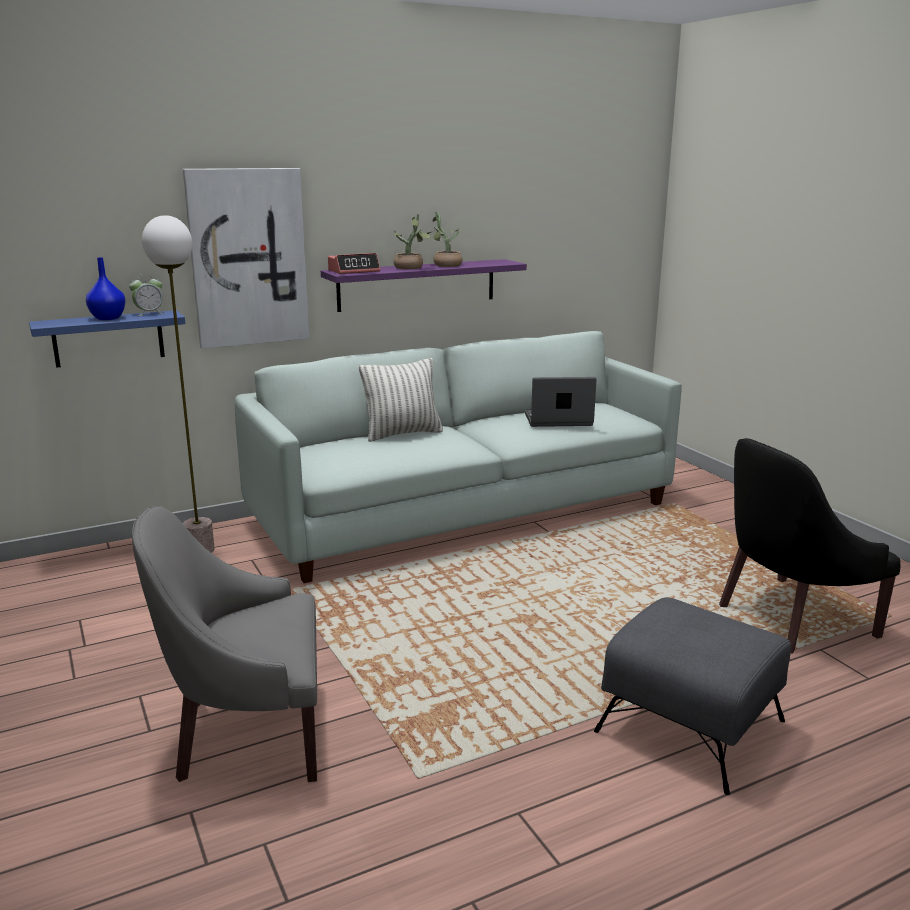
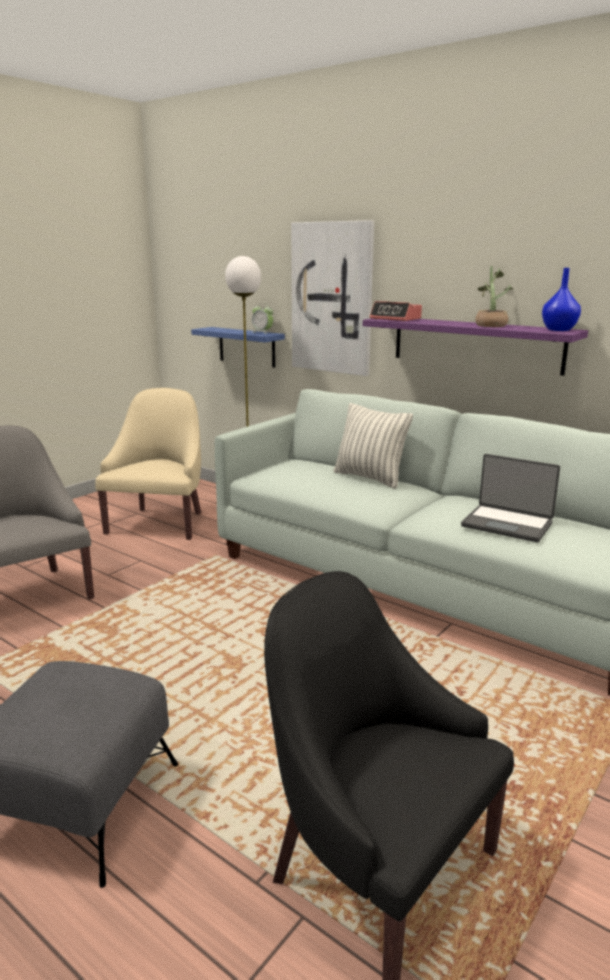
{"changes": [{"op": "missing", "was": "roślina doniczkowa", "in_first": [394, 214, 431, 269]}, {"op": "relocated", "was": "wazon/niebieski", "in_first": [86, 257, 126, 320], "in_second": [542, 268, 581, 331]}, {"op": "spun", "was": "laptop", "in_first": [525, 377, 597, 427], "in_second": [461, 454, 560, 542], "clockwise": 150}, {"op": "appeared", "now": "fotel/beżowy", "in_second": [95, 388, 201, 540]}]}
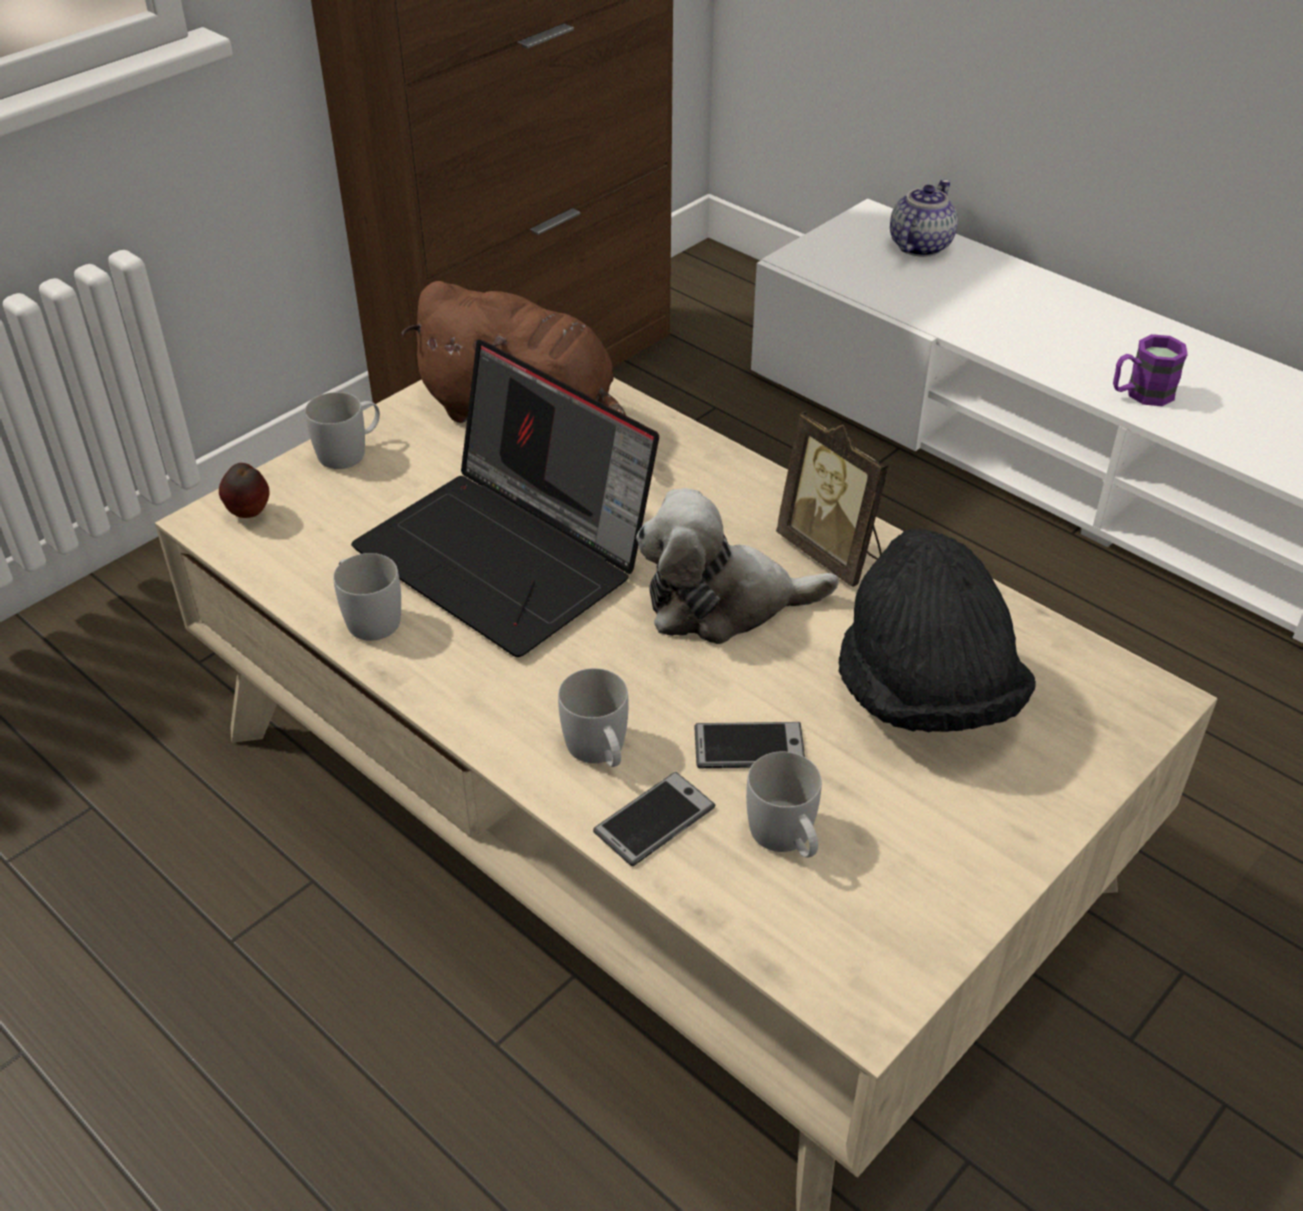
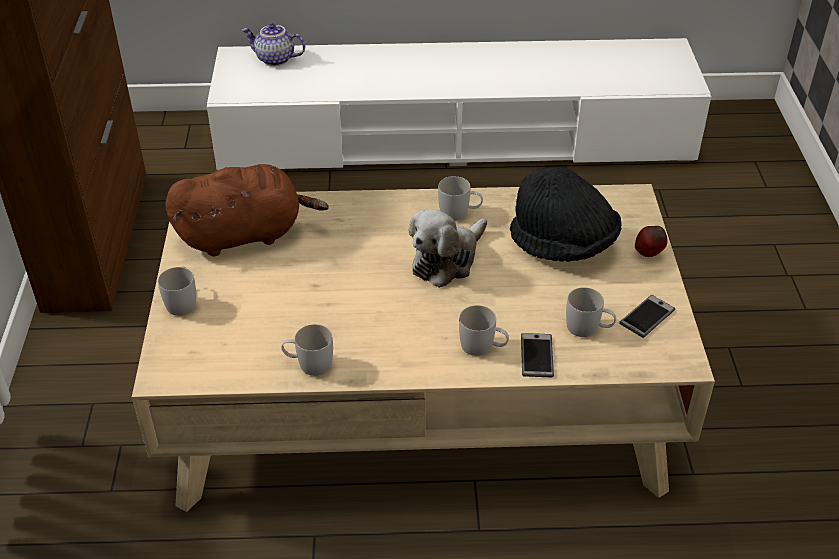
{"changes": [{"op": "spun", "was": "imbryk", "in_first": [890, 179, 958, 257], "in_second": [242, 23, 305, 66], "clockwise": -60}, {"op": "missing", "was": "kubek/fioletowy", "in_first": [1113, 334, 1188, 406]}, {"op": "missing", "was": "laptop", "in_first": [351, 340, 659, 657]}, {"op": "exchanged", "was": "ramka na zdjęcie", "now": "kubek/biały", "in_first": [776, 411, 889, 587], "in_second": [438, 176, 483, 221]}, {"op": "relocated", "was": "jabłko", "in_first": [219, 463, 269, 518], "in_second": [635, 226, 668, 257]}, {"op": "relocated", "was": "telefon", "in_first": [694, 722, 805, 768], "in_second": [619, 295, 675, 338]}]}
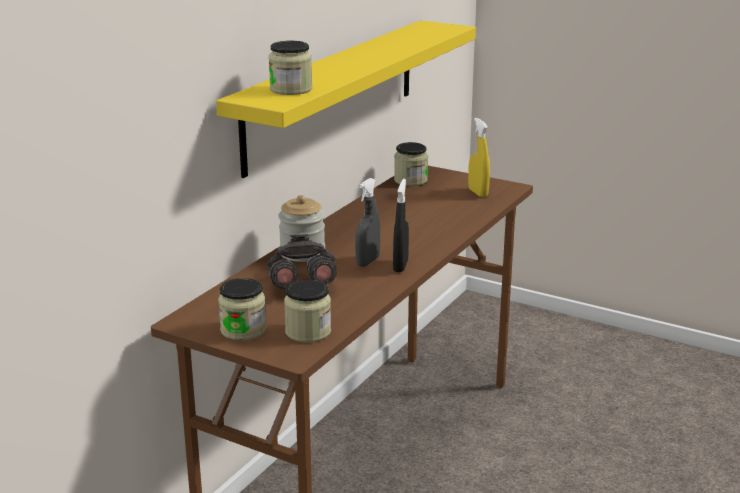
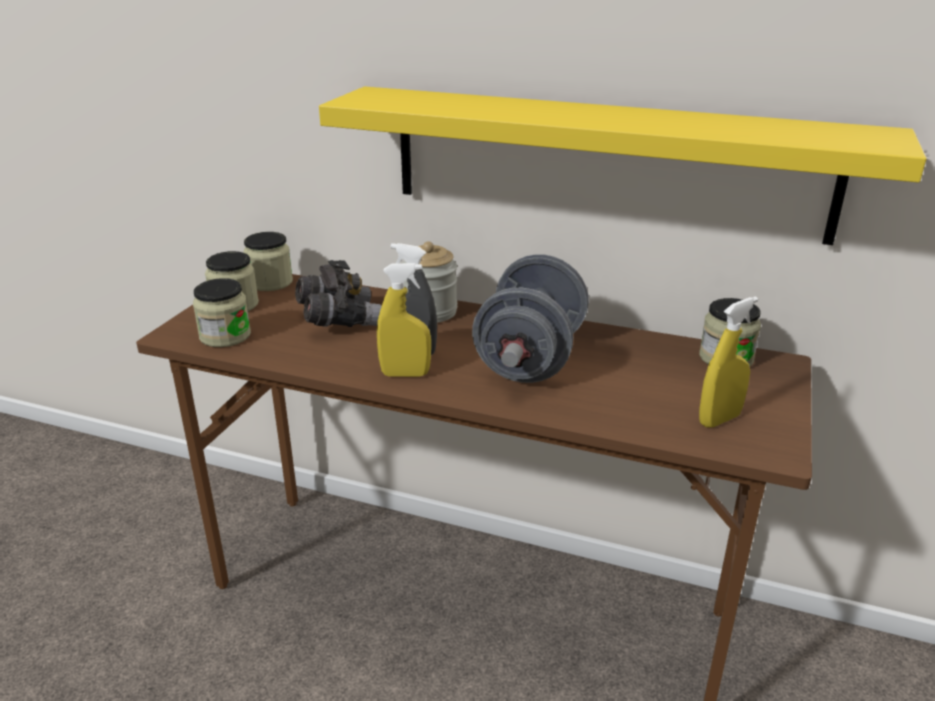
{"changes": [{"op": "relocated", "was": "słoik", "in_first": [269, 41, 312, 95], "in_second": [243, 232, 293, 291]}, {"op": "colour", "was": "spryskiwacz/czarny", "now": "spryskiwacz/żółty", "in_first": [393, 179, 409, 272], "in_second": [377, 263, 431, 377]}, {"op": "appeared", "now": "hantel/szary", "in_second": [472, 254, 589, 383]}]}
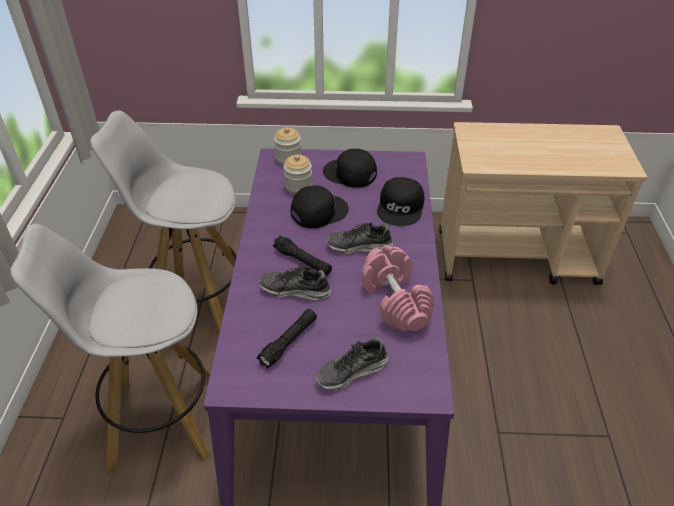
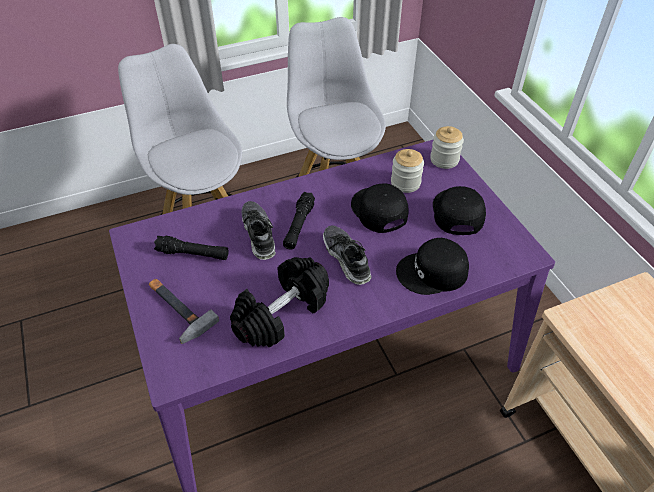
{"changes": [{"op": "spun", "was": "czapka z daszkiem/czarny", "in_first": [291, 185, 349, 228], "in_second": [351, 184, 408, 233], "clockwise": -150}, {"op": "colour", "was": "hantel/różowy", "now": "hantel/czarny", "in_first": [362, 246, 434, 332], "in_second": [230, 257, 329, 347]}, {"op": "exchanged", "was": "but", "now": "młotek", "in_first": [315, 337, 388, 390], "in_second": [149, 279, 219, 344]}]}
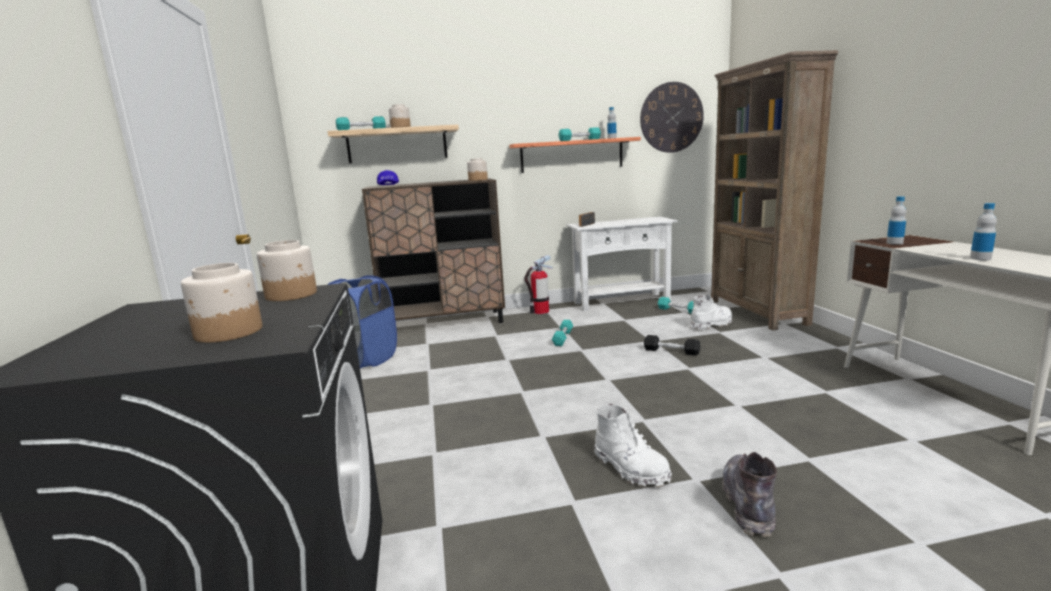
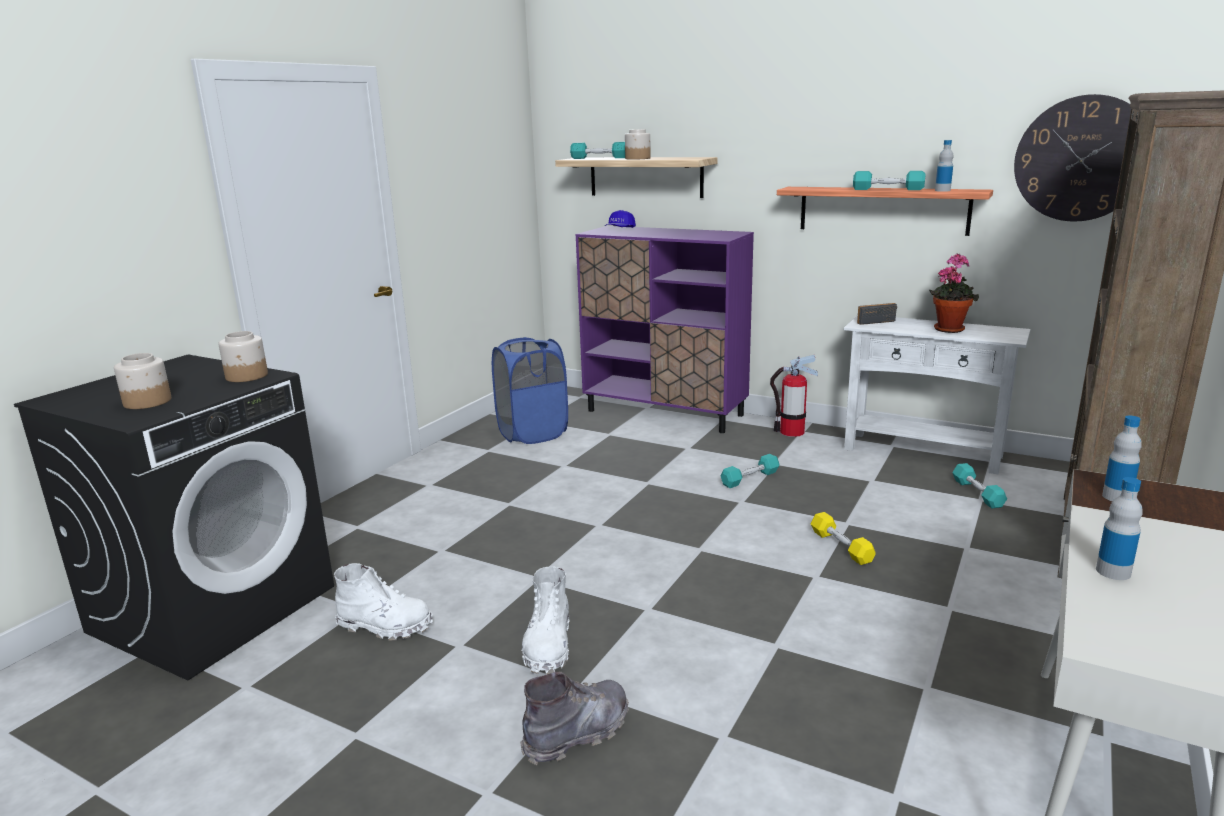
{"changes": [{"op": "missing", "was": "słoik", "in_first": [467, 158, 488, 181]}, {"op": "colour", "was": "szafka/brązowy", "now": "szafka/fioletowy", "in_first": [362, 178, 505, 323], "in_second": [576, 226, 754, 433]}, {"op": "relocated", "was": "but z cholewką/biały", "in_first": [690, 295, 732, 330], "in_second": [334, 563, 433, 641]}, {"op": "colour", "was": "hantel/czarny", "now": "hantel/żółty", "in_first": [644, 335, 700, 356], "in_second": [811, 512, 876, 565]}, {"op": "appeared", "now": "roślina doniczkowa", "in_second": [929, 254, 979, 333]}]}
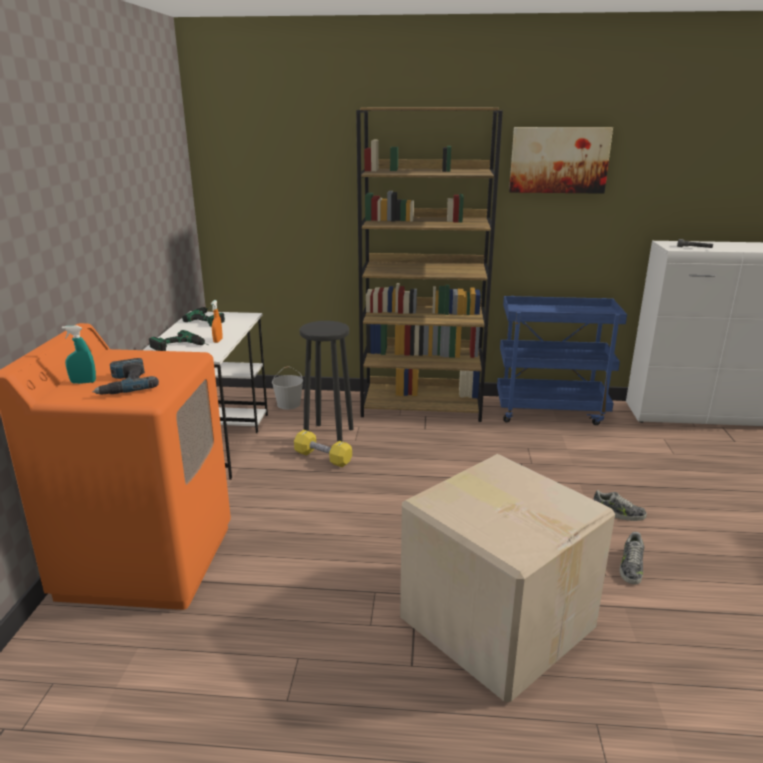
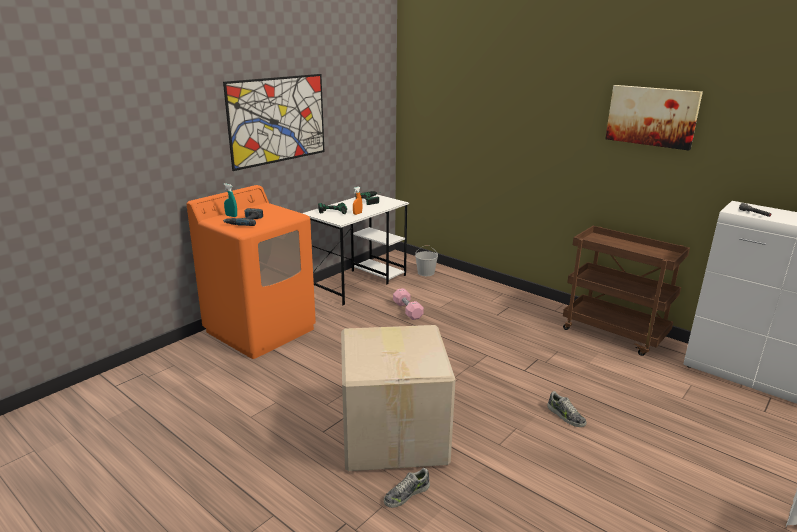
{"changes": [{"op": "missing", "was": "regał/brązowy", "in_first": [356, 107, 503, 422]}, {"op": "colour", "was": "wózek/niebieski", "now": "wózek/brązowy", "in_first": [497, 296, 627, 425], "in_second": [563, 226, 690, 356]}, {"op": "missing", "was": "stołek/czarny", "in_first": [300, 321, 354, 442]}, {"op": "colour", "was": "hantel/żółty", "now": "hantel/różowy", "in_first": [294, 430, 352, 467], "in_second": [393, 288, 424, 320]}, {"op": "relocated", "was": "but", "in_first": [620, 532, 644, 585], "in_second": [384, 468, 430, 508]}, {"op": "appeared", "now": "obraz", "in_second": [223, 74, 324, 171]}]}
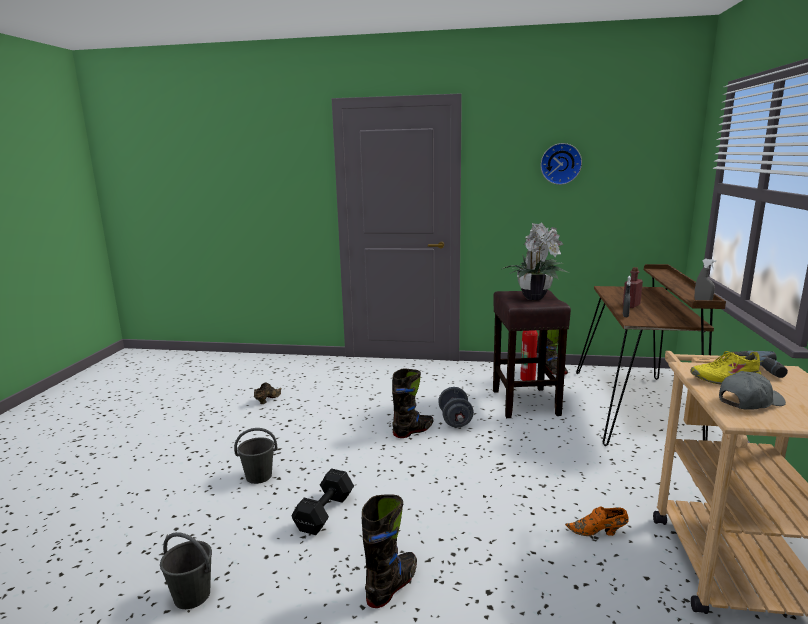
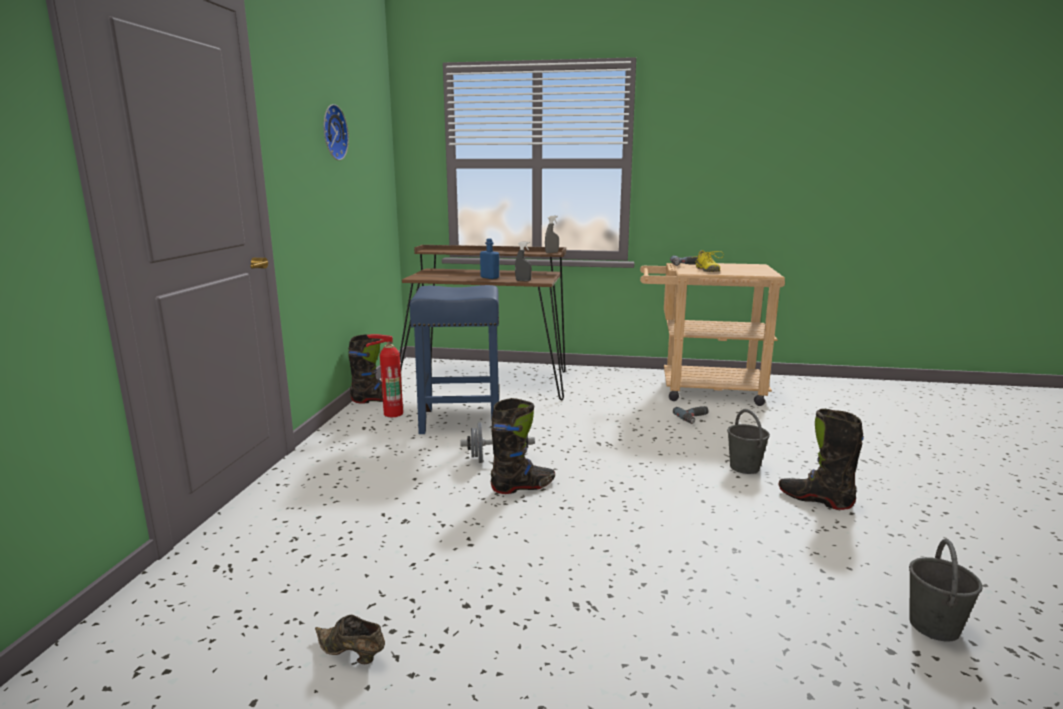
{"changes": [{"op": "missing", "was": "roślina doniczkowa", "in_first": [502, 222, 570, 300]}, {"op": "colour", "was": "butelka/czerwony", "now": "butelka/niebieski", "in_first": [623, 267, 643, 308], "in_second": [480, 238, 499, 279]}, {"op": "colour", "was": "stołek/brązowy", "now": "stołek/niebieski", "in_first": [493, 290, 571, 418], "in_second": [409, 285, 499, 434]}, {"op": "spun", "was": "but z cholewką/czarny", "in_first": [392, 369, 434, 438], "in_second": [491, 398, 555, 494], "clockwise": 105}, {"op": "missing", "was": "czapka z daszkiem/szary", "in_first": [719, 371, 786, 410]}, {"op": "relocated", "was": "wiadro/szary", "in_first": [234, 428, 277, 484], "in_second": [727, 409, 770, 474]}, {"op": "missing", "was": "hantel/czarny", "in_first": [291, 468, 354, 535]}, {"op": "exchanged", "was": "but/pomarańczowy", "now": "wiertarka", "in_first": [565, 506, 629, 536], "in_second": [673, 406, 709, 424]}]}
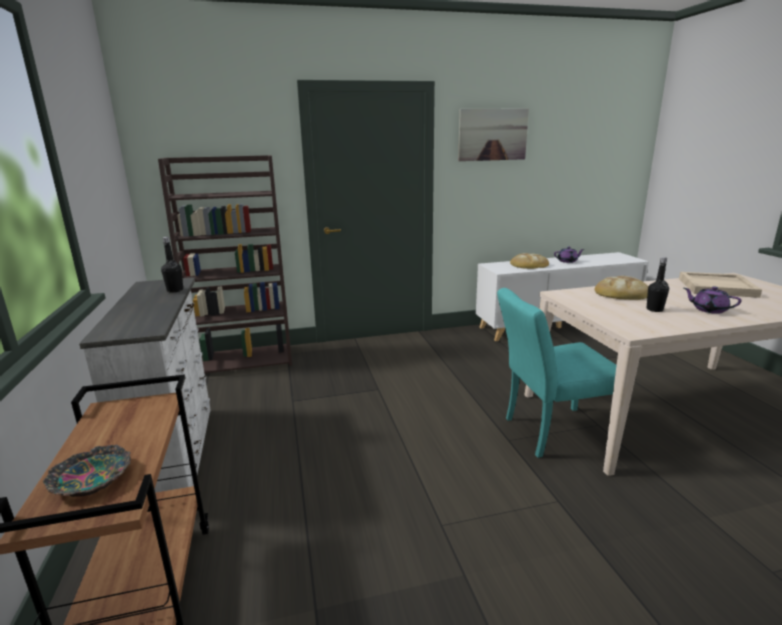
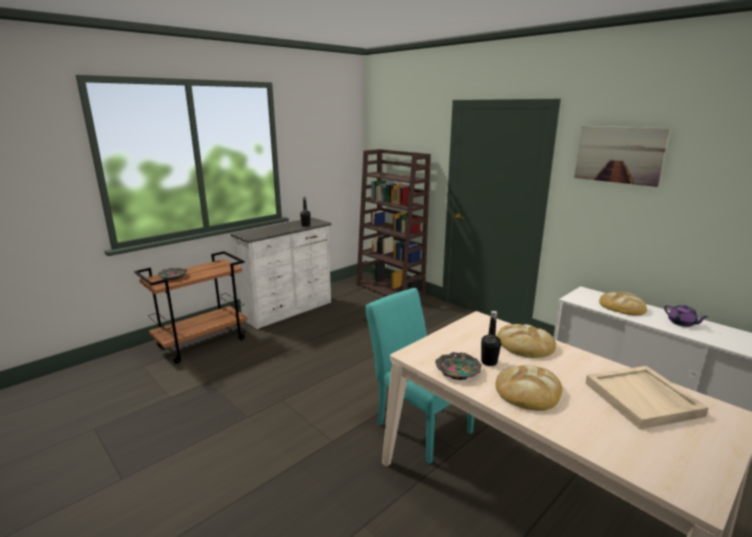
{"changes": [{"op": "exchanged", "was": "imbryk/fioletowy", "now": "chleb", "in_first": [684, 286, 742, 314], "in_second": [495, 365, 562, 411]}, {"op": "appeared", "now": "miska", "in_second": [435, 352, 482, 380]}]}
